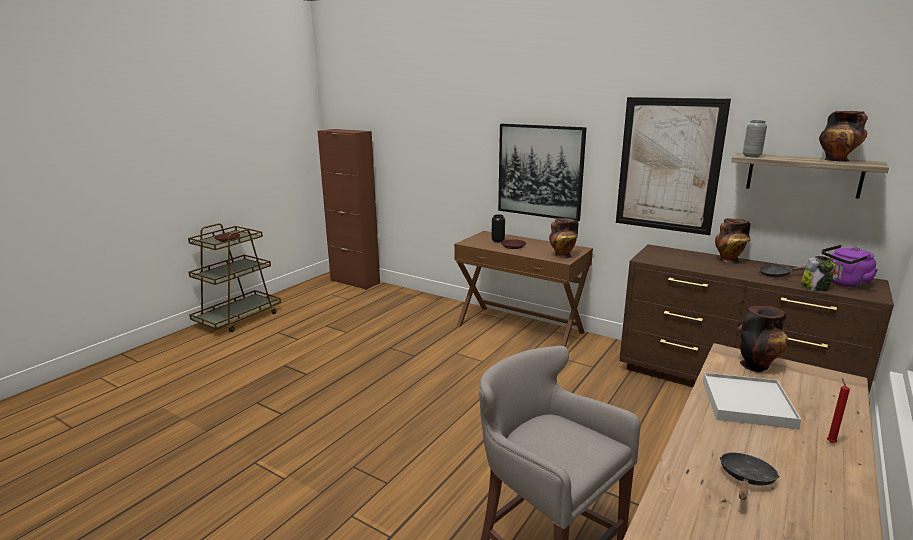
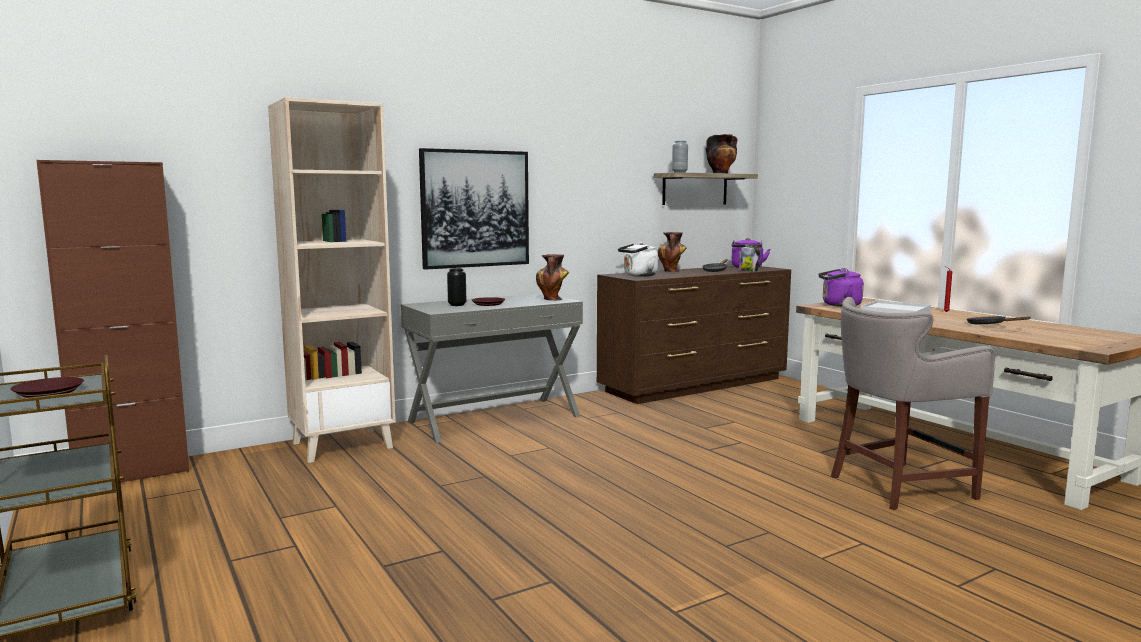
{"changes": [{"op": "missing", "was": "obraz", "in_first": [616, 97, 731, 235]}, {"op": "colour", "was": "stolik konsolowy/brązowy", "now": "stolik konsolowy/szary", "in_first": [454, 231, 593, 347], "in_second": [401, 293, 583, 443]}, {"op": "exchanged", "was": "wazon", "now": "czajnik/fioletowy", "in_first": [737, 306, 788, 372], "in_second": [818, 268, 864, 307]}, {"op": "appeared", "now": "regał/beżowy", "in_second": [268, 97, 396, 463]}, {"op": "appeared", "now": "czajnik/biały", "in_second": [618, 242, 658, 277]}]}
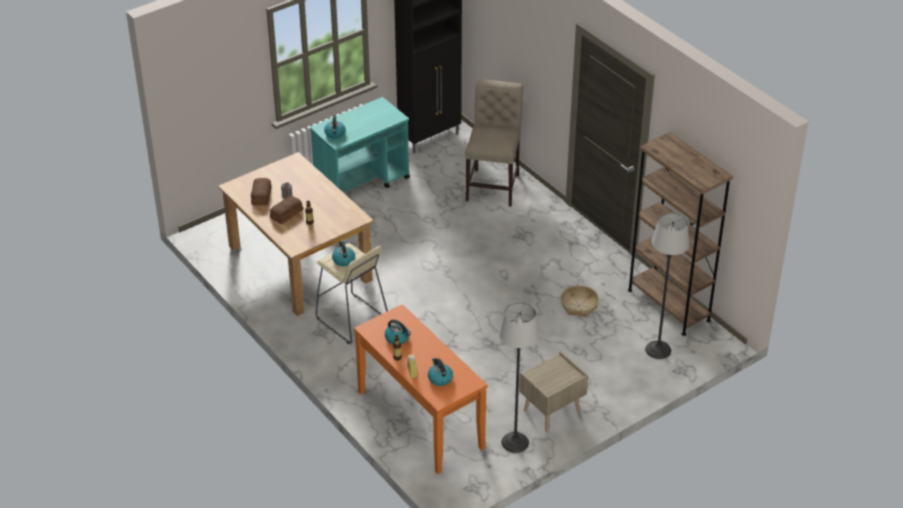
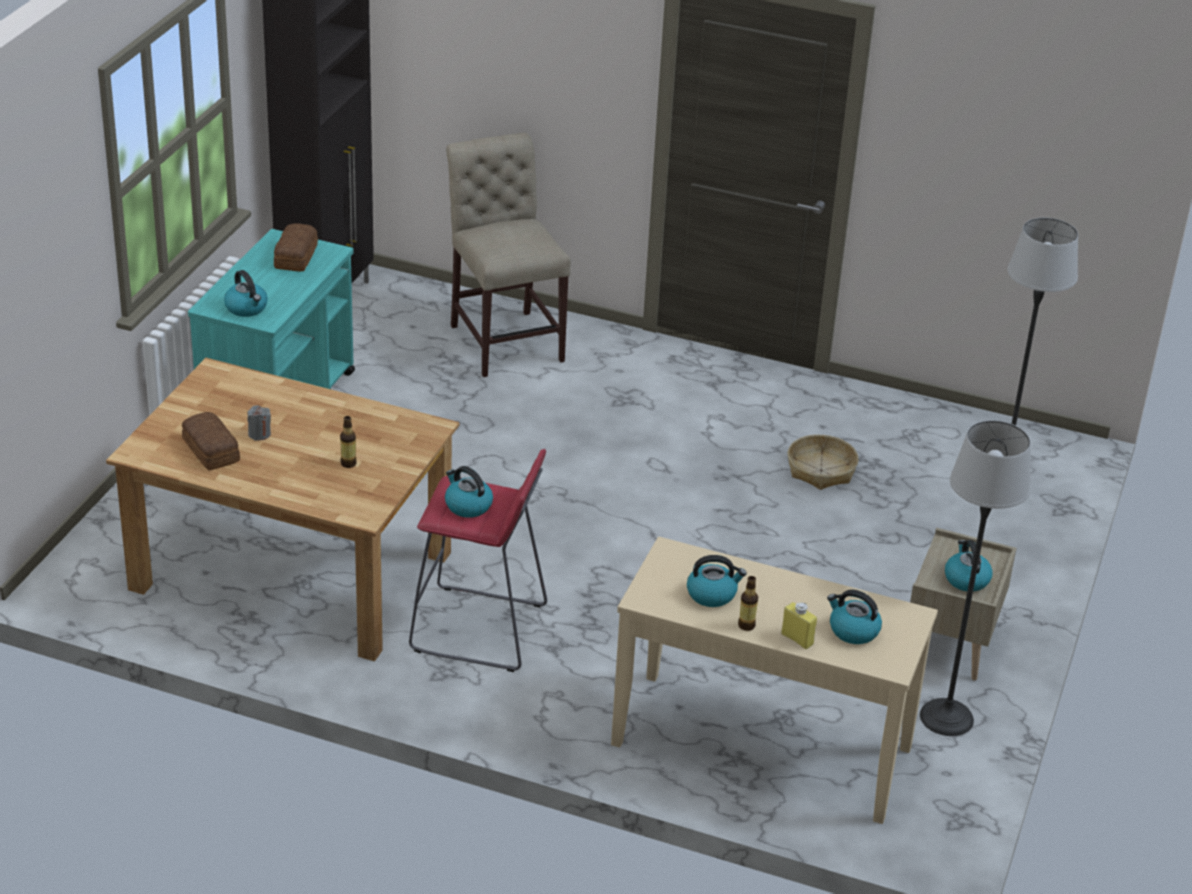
{"changes": [{"op": "missing", "was": "regał/brązowy", "in_first": [628, 132, 733, 336]}, {"op": "relocated", "was": "chleb", "in_first": [270, 196, 303, 224], "in_second": [274, 223, 318, 271]}, {"op": "colour", "was": "stołek/beżowy", "now": "stołek/czerwony", "in_first": [316, 243, 388, 344], "in_second": [409, 449, 547, 672]}, {"op": "colour", "was": "stolik konsolowy/pomarańczowy", "now": "stolik konsolowy/beżowy", "in_first": [354, 304, 487, 474], "in_second": [611, 536, 938, 824]}, {"op": "appeared", "now": "czajnik", "in_second": [945, 540, 993, 592]}]}
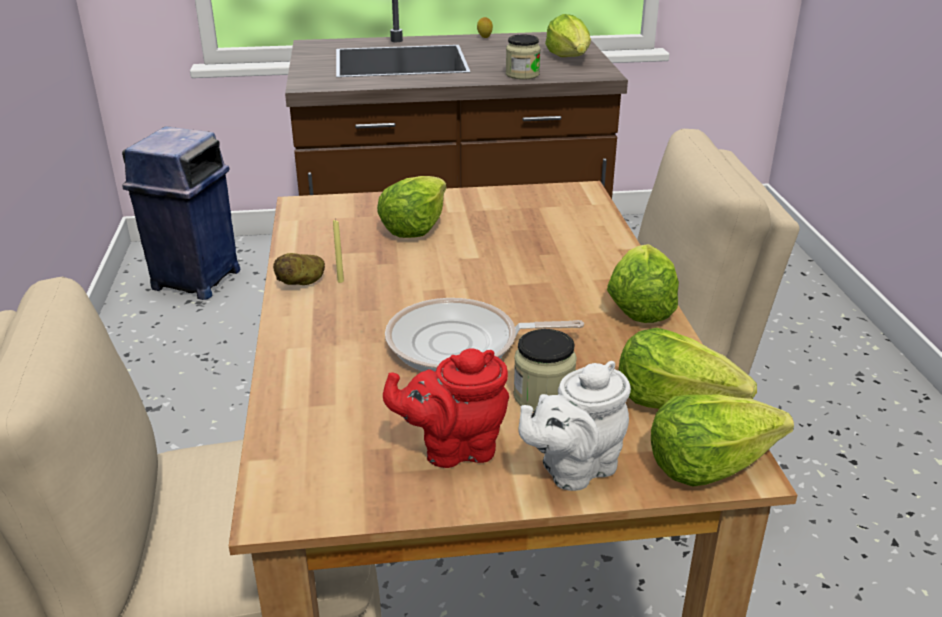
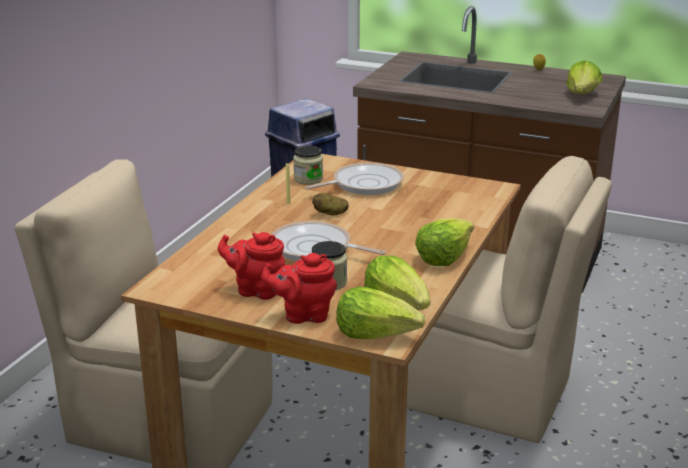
{"changes": [{"op": "relocated", "was": "słoik", "in_first": [506, 34, 540, 80], "in_second": [293, 146, 323, 185]}, {"op": "exchanged", "was": "sałata", "now": "patelnia", "in_first": [377, 176, 447, 238], "in_second": [305, 163, 404, 195]}, {"op": "relocated", "was": "ziemniak", "in_first": [273, 253, 325, 285], "in_second": [312, 193, 349, 215]}, {"op": "colour", "was": "imbryk/biały", "now": "imbryk/czerwony", "in_first": [519, 361, 631, 491], "in_second": [261, 253, 337, 324]}]}
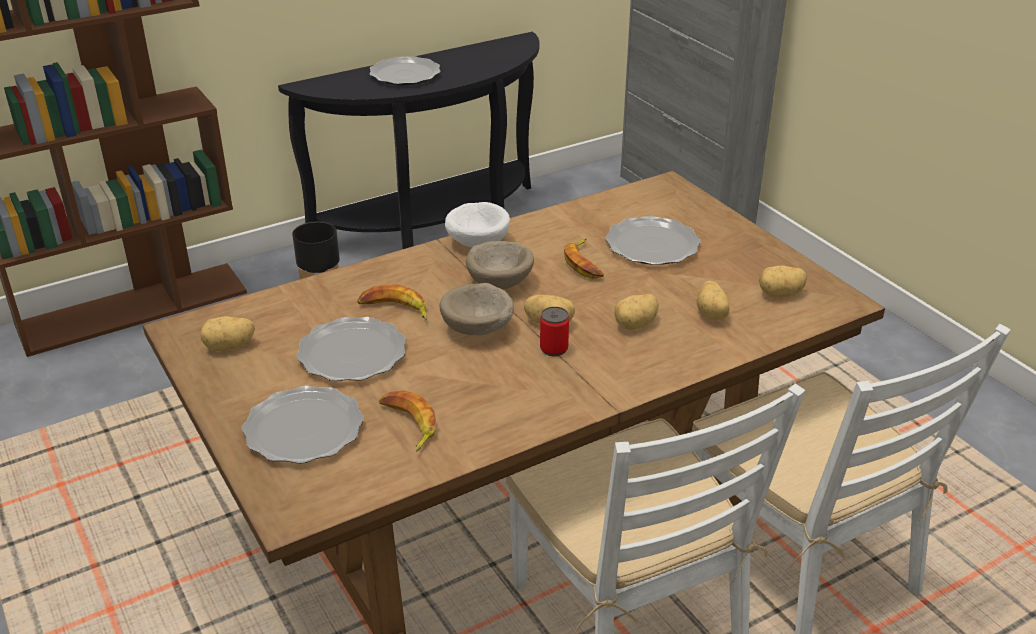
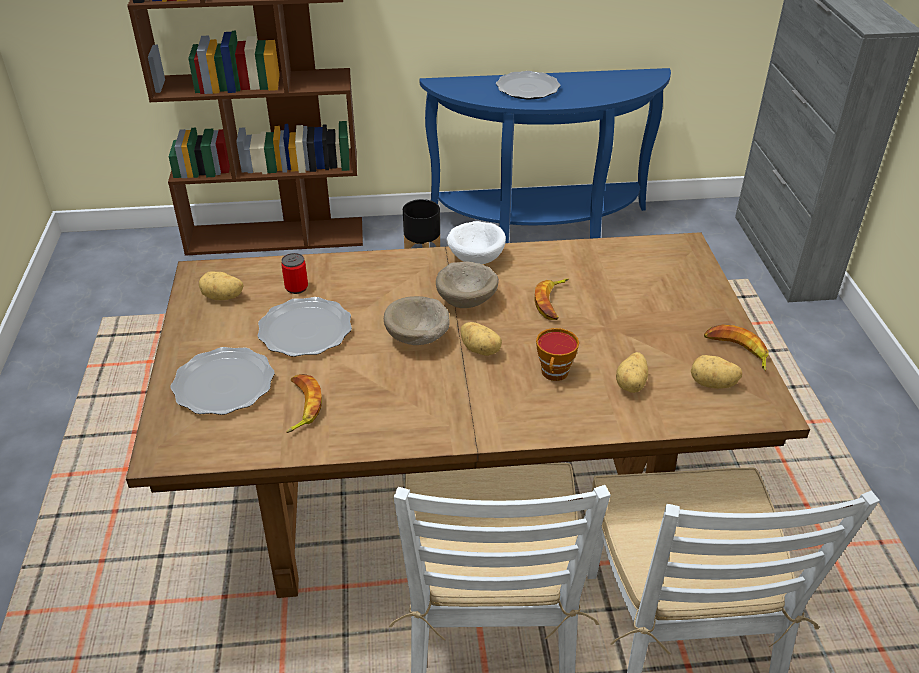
{"changes": [{"op": "colour", "was": "stolik konsolowy/czarny", "now": "stolik konsolowy/niebieski", "in_first": [278, 32, 540, 249], "in_second": [419, 68, 671, 243]}, {"op": "missing", "was": "talerz", "in_first": [605, 216, 701, 265]}, {"op": "relocated", "was": "banan", "in_first": [357, 284, 427, 320], "in_second": [704, 325, 769, 371]}, {"op": "exchanged", "was": "ziemniak", "now": "filiżanka", "in_first": [614, 294, 659, 330], "in_second": [536, 328, 579, 381]}, {"op": "relocated", "was": "puszka", "in_first": [540, 307, 569, 356], "in_second": [281, 253, 308, 294]}]}
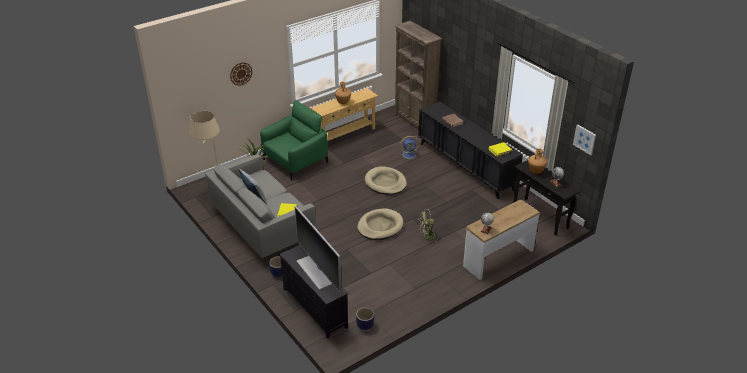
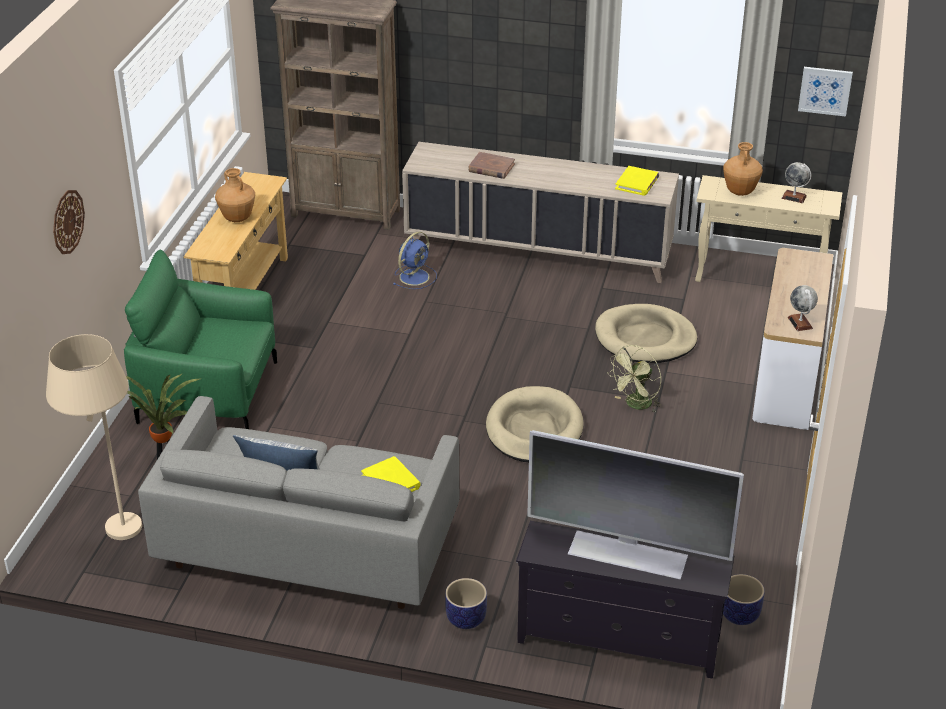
{"changes": [{"op": "spun", "was": "fotel/zielony", "in_first": [260, 100, 328, 180], "in_second": [124, 250, 277, 429], "clockwise": -90}, {"op": "colour", "was": "szafka/czarny", "now": "szafka/beżowy", "in_first": [418, 101, 523, 199], "in_second": [402, 142, 679, 283]}, {"op": "colour", "was": "stolik konsolowy/czarny", "now": "stolik konsolowy/beżowy", "in_first": [513, 160, 581, 236], "in_second": [695, 175, 842, 282]}, {"op": "relocated", "was": "legowisko/beżowy", "in_first": [365, 166, 407, 195], "in_second": [595, 304, 697, 363]}]}
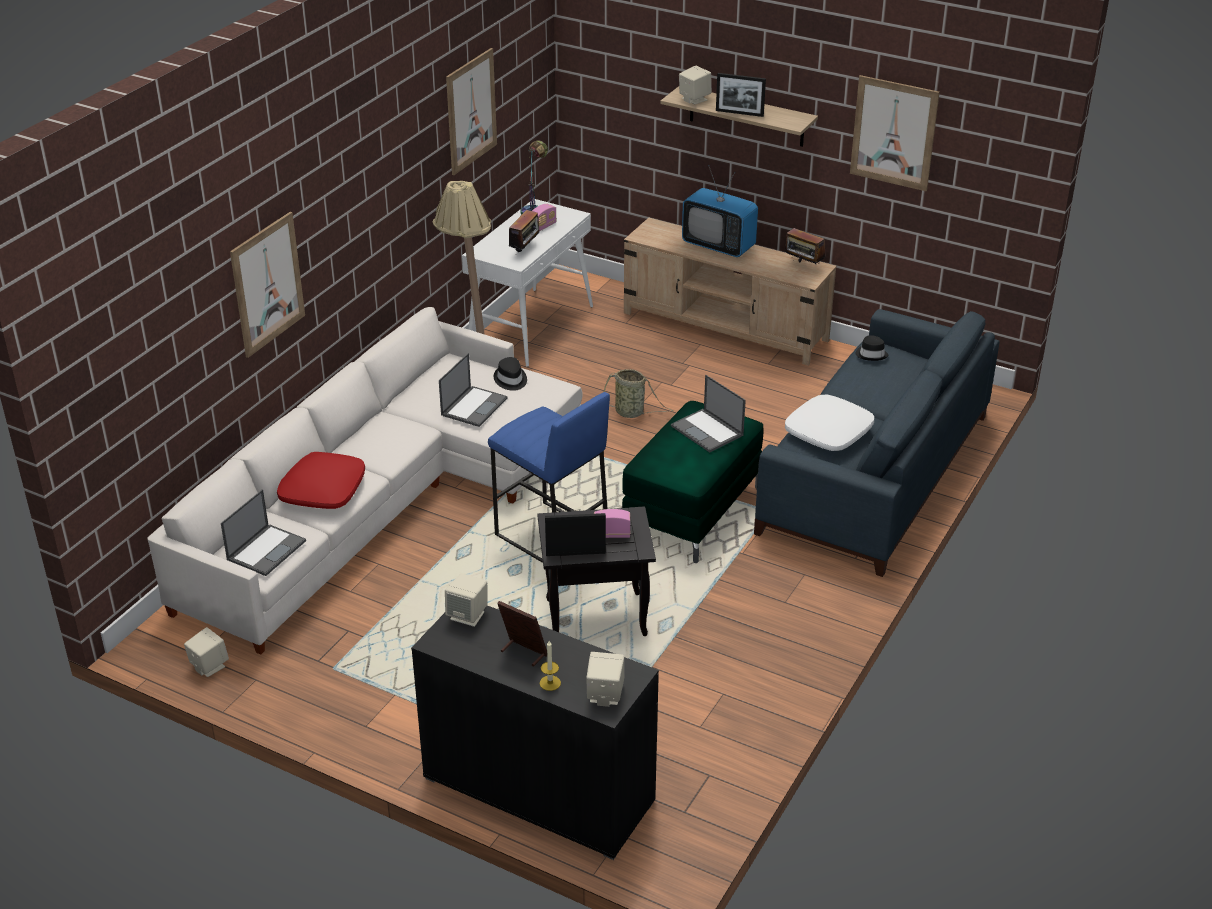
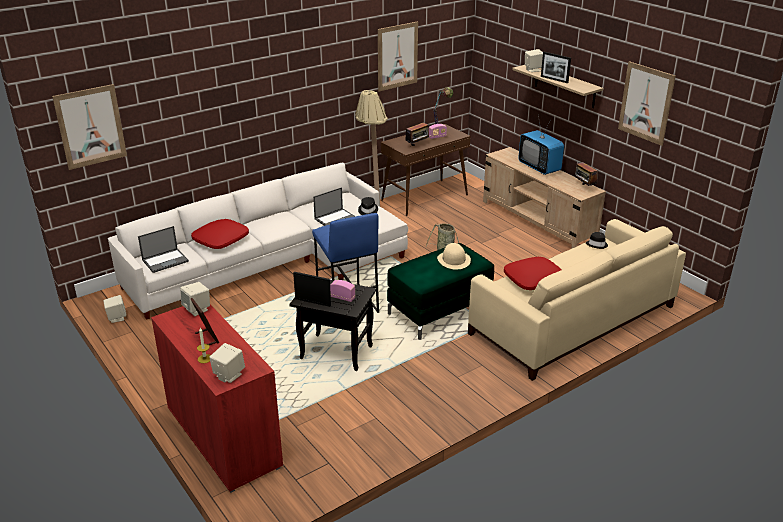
{"changes": [{"op": "colour", "was": "stolik konsolowy/biały", "now": "stolik konsolowy/brązowy", "in_first": [462, 199, 593, 367], "in_second": [381, 124, 471, 216]}, {"op": "relocated", "was": "obraz", "in_first": [230, 212, 305, 358], "in_second": [52, 84, 127, 170]}, {"op": "colour", "was": "kanapa/niebieski", "now": "kanapa/beżowy", "in_first": [754, 309, 1000, 577], "in_second": [468, 219, 686, 381]}, {"op": "exchanged", "was": "laptop", "now": "kapelusz/beżowy", "in_first": [671, 375, 746, 453], "in_second": [437, 243, 471, 269]}, {"op": "colour", "was": "poduszka/biały", "now": "poduszka/czerwony", "in_first": [785, 395, 874, 451], "in_second": [504, 257, 562, 290]}, {"op": "colour", "was": "szafka/czarny", "now": "szafka/czerwony", "in_first": [411, 605, 659, 860], "in_second": [151, 305, 283, 493]}]}
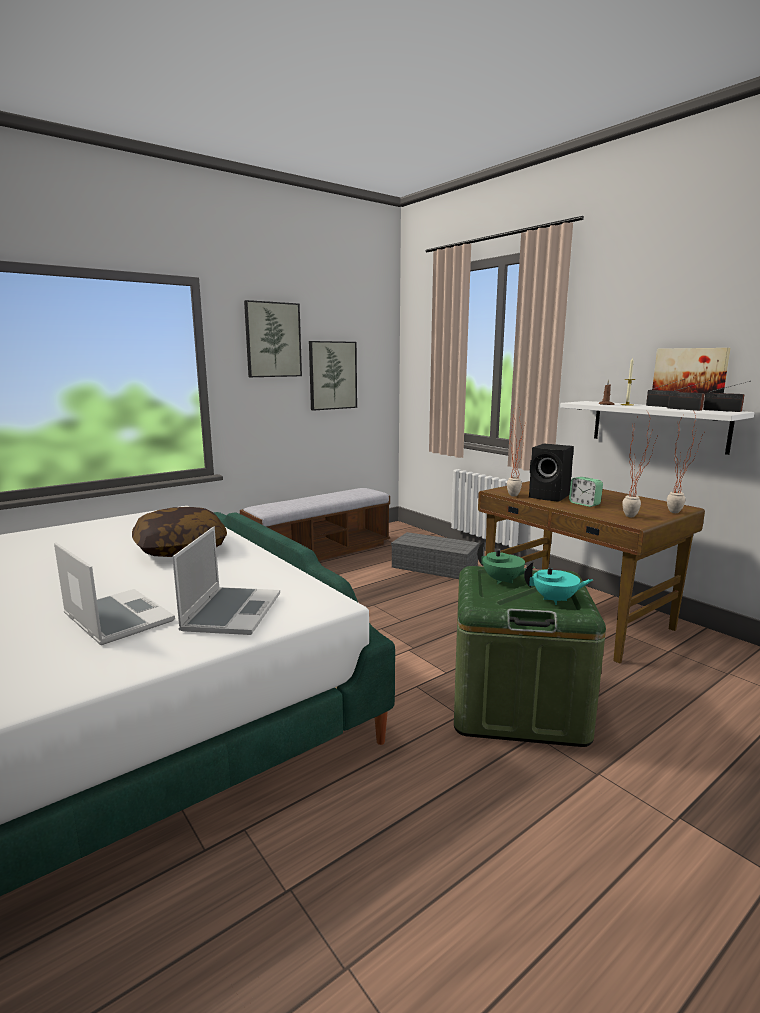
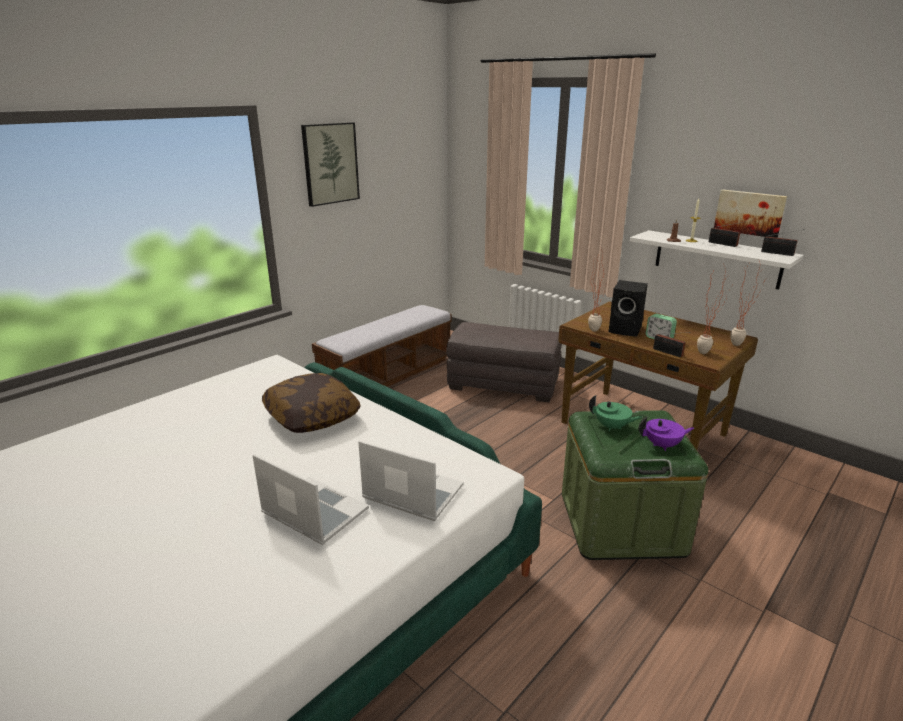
{"changes": [{"op": "missing", "was": "obraz", "in_first": [309, 341, 357, 411]}, {"op": "relocated", "was": "radio", "in_first": [667, 380, 710, 411], "in_second": [653, 332, 691, 357]}, {"op": "spun", "was": "laptop", "in_first": [172, 526, 280, 635], "in_second": [358, 441, 463, 521], "clockwise": -60}, {"op": "exchanged", "was": "pojemnik do przechowywania/szary", "now": "pufa/szary", "in_first": [391, 532, 479, 579], "in_second": [446, 322, 562, 402]}, {"op": "colour", "was": "imbryk/turkusowy", "now": "imbryk/fioletowy", "in_first": [524, 561, 593, 605], "in_second": [639, 417, 694, 451]}]}
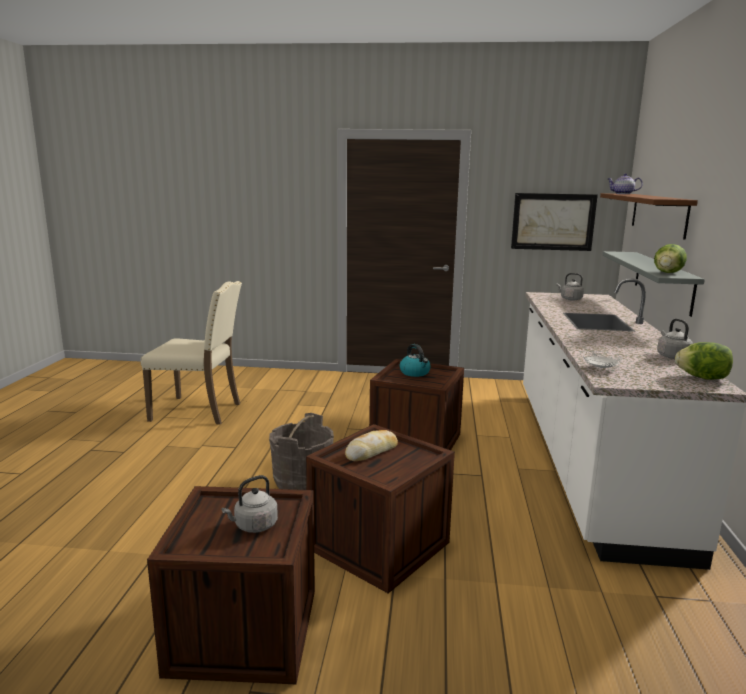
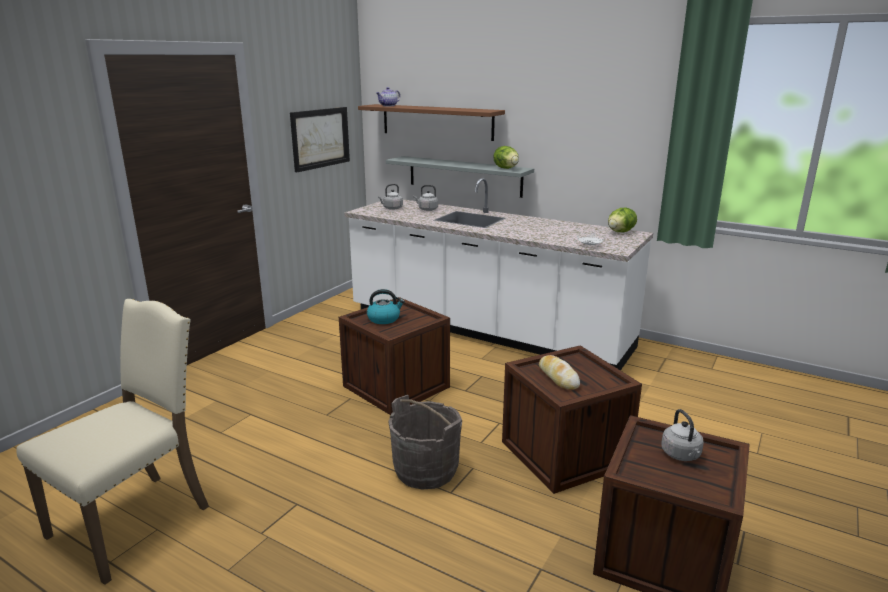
{"changes": [{"op": "relocated", "was": "czajnik/szary", "in_first": [657, 319, 693, 359], "in_second": [413, 185, 438, 211]}]}
